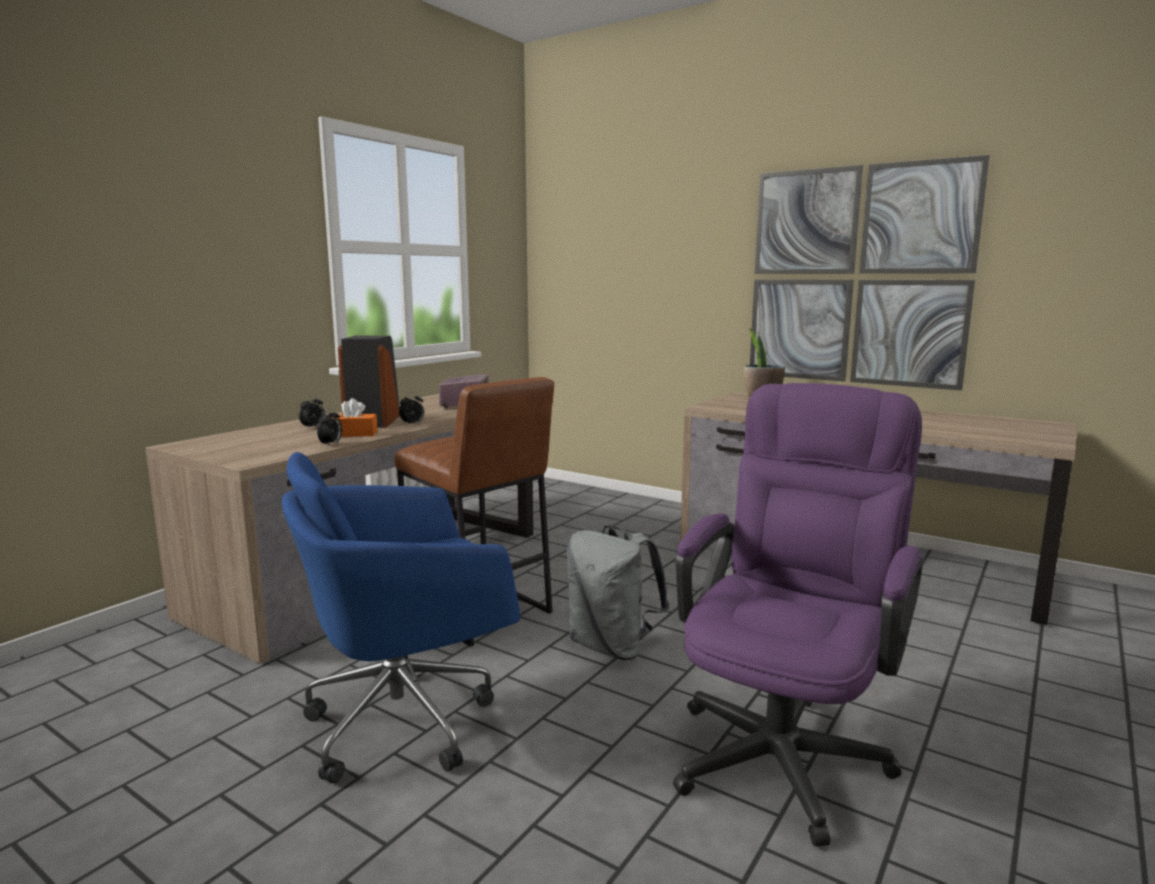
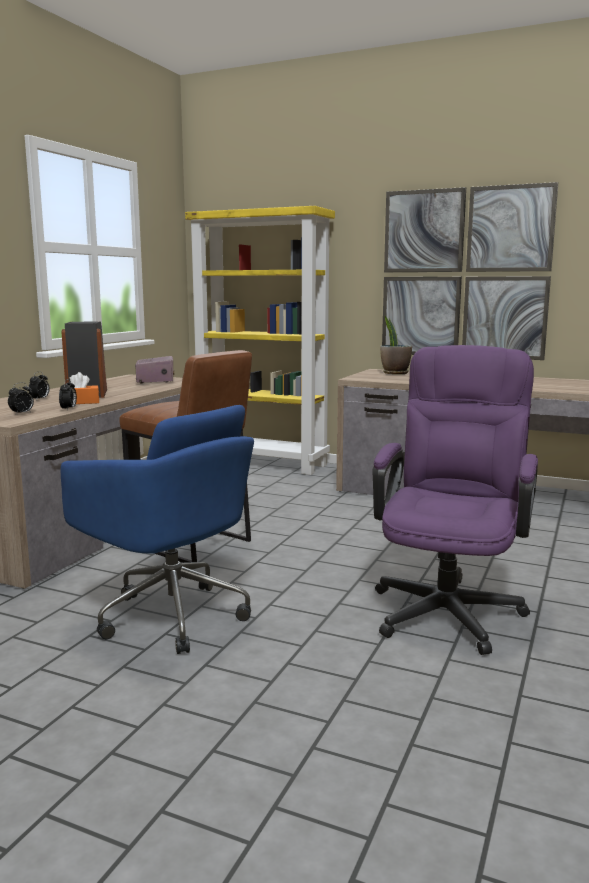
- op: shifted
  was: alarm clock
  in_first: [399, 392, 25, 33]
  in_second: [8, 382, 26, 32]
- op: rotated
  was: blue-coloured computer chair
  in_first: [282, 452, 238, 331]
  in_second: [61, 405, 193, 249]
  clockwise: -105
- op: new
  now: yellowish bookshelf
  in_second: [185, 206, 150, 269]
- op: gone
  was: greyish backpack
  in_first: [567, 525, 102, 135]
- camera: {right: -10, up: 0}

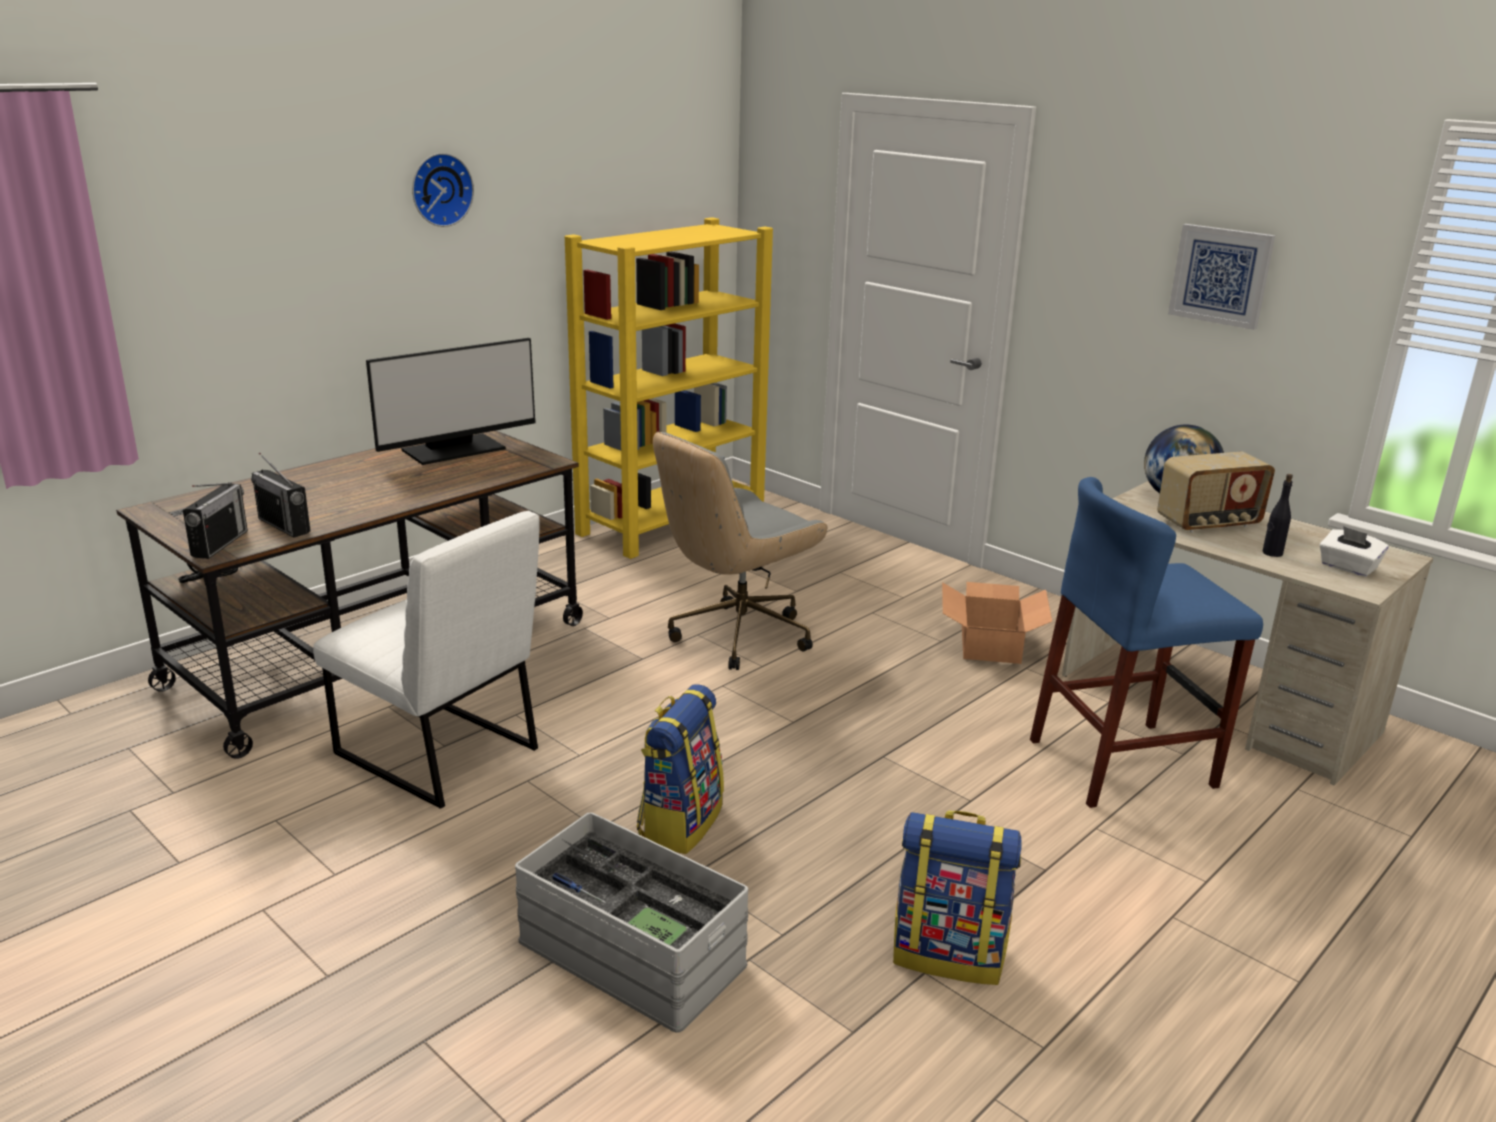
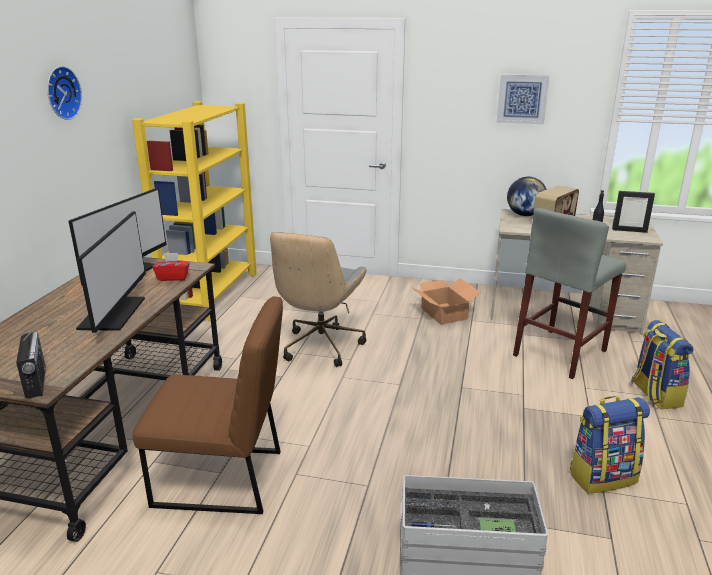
- op: new
  now: computer display
  in_second: [76, 211, 70, 122]
- op: repainted
  was: whitish chair
  now: brown chair
  in_first: [313, 511, 227, 298]
  in_second: [133, 296, 150, 218]
- op: new
  now: red-coloured box of tissues
  in_second: [152, 253, 38, 28]
- op: repainted
  was: blue-coloured stool
  now: greyish stool
  in_first: [1030, 477, 233, 331]
  in_second: [513, 208, 113, 171]
- op: swapped
  was: whitish box of tissues
  now: standing frame
  in_first: [1320, 526, 69, 51]
  in_second: [612, 191, 43, 42]
- op: shifted
  was: backpack
  in_first: [637, 684, 87, 170]
  in_second: [631, 320, 63, 89]
- op: gone
  was: radio set
  in_first: [251, 453, 60, 85]
- camera: {right: -30, up: 0}

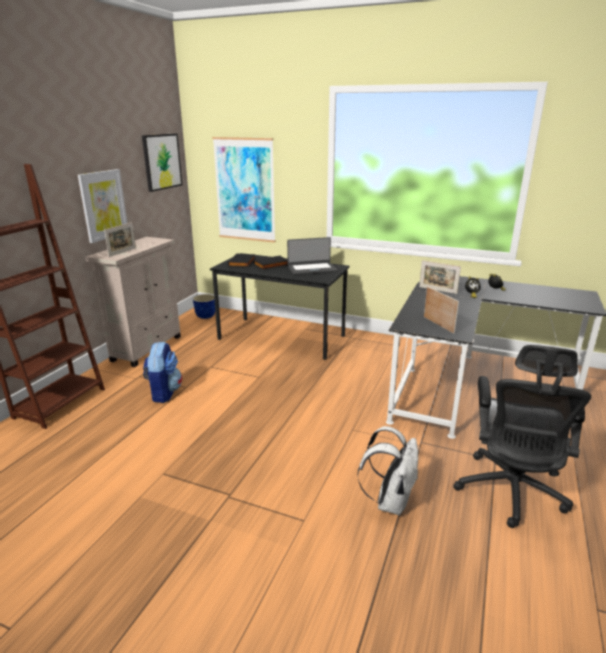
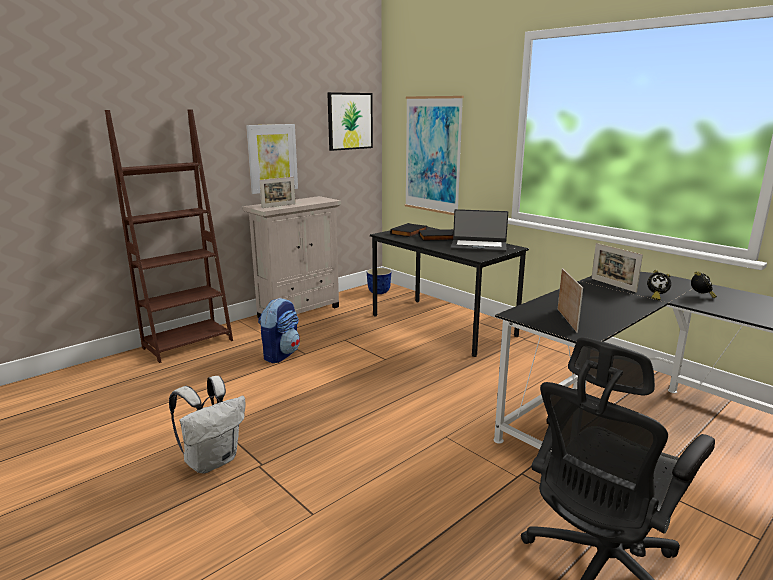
- op: shifted
  was: whitish backpack
  in_first: [357, 426, 61, 89]
  in_second: [169, 376, 76, 97]
- camera: {right: 25, up: -5}

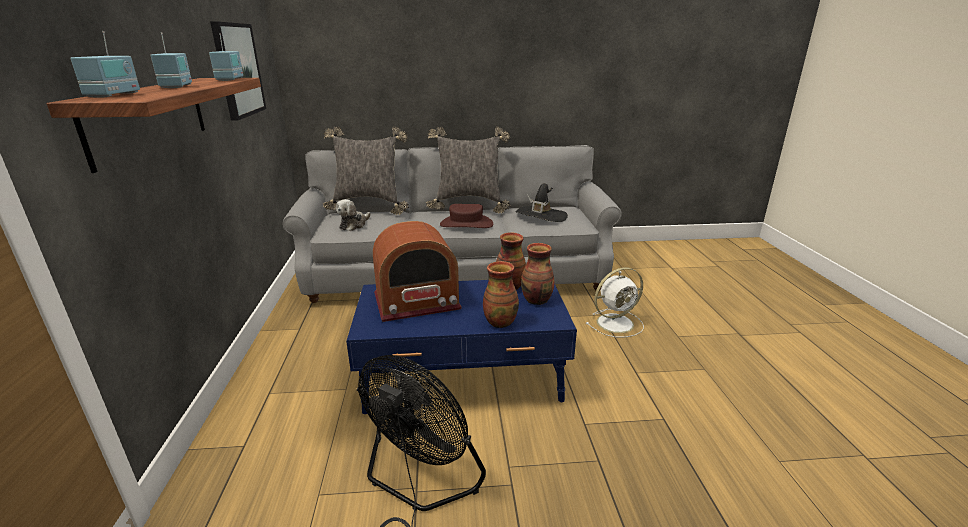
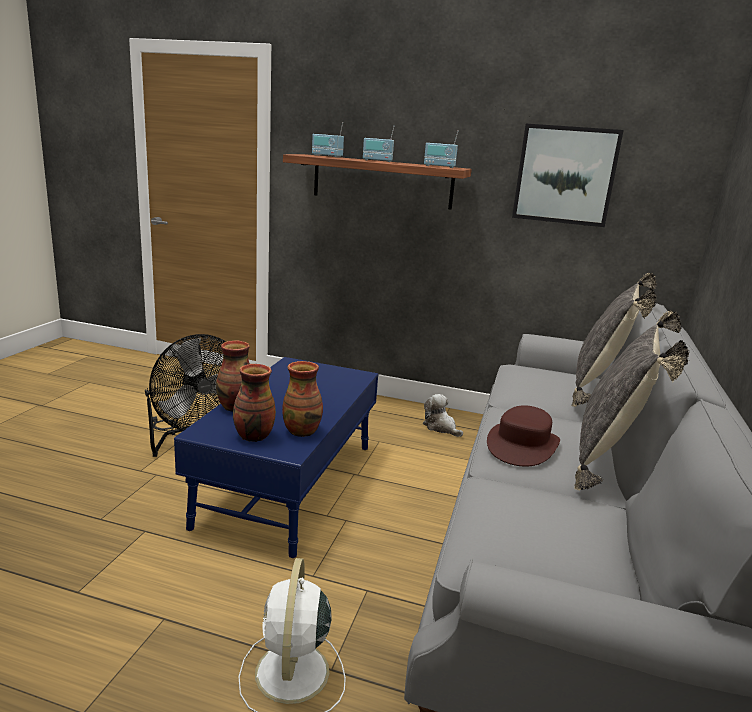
- op: shifted
  was: soft toy
  in_first: [336, 199, 35, 32]
  in_second: [423, 394, 40, 43]
- op: gone
  was: radio set
  in_first: [373, 221, 89, 101]
- op: gone
  was: black wearable hat
  in_first: [516, 183, 52, 39]
- camera: {right: 110, up: -5}

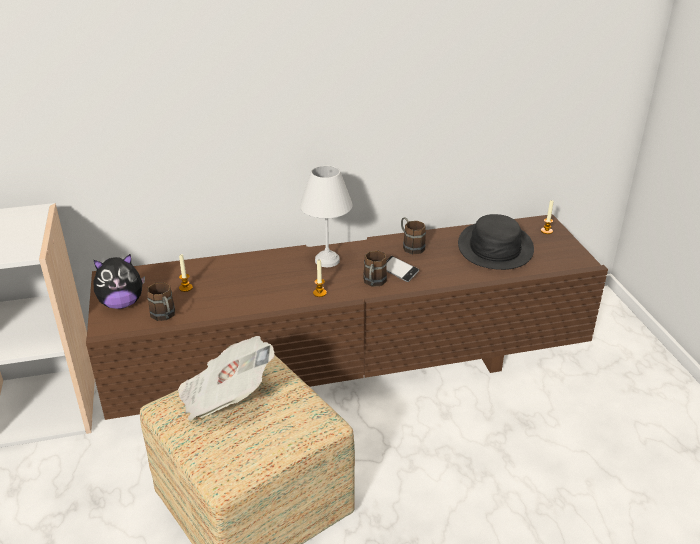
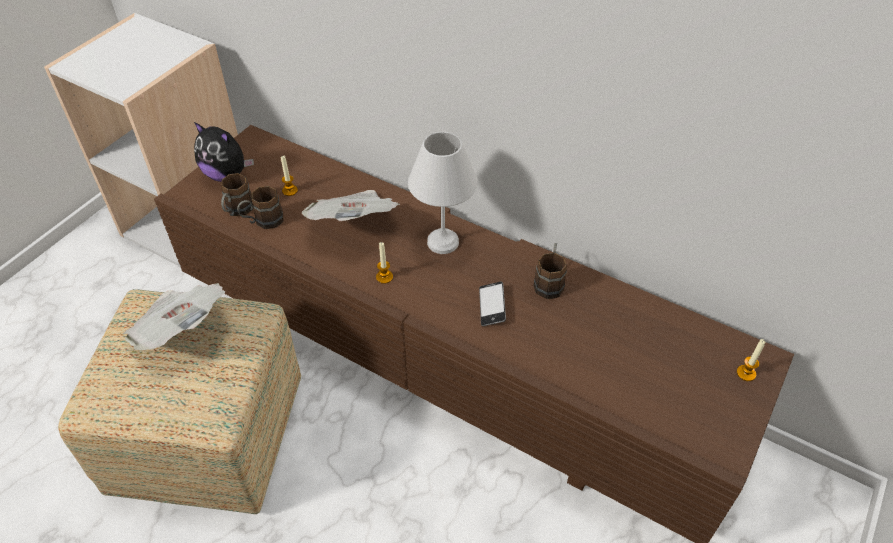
- op: shifted
  was: brown mug
  in_first: [363, 251, 24, 36]
  in_second: [237, 186, 47, 43]
- op: new
  now: daily paper
  in_second: [301, 190, 98, 31]
- op: gone
  was: black wearable hat
  in_first: [458, 214, 76, 56]
- camera: {right: 45, up: 15}

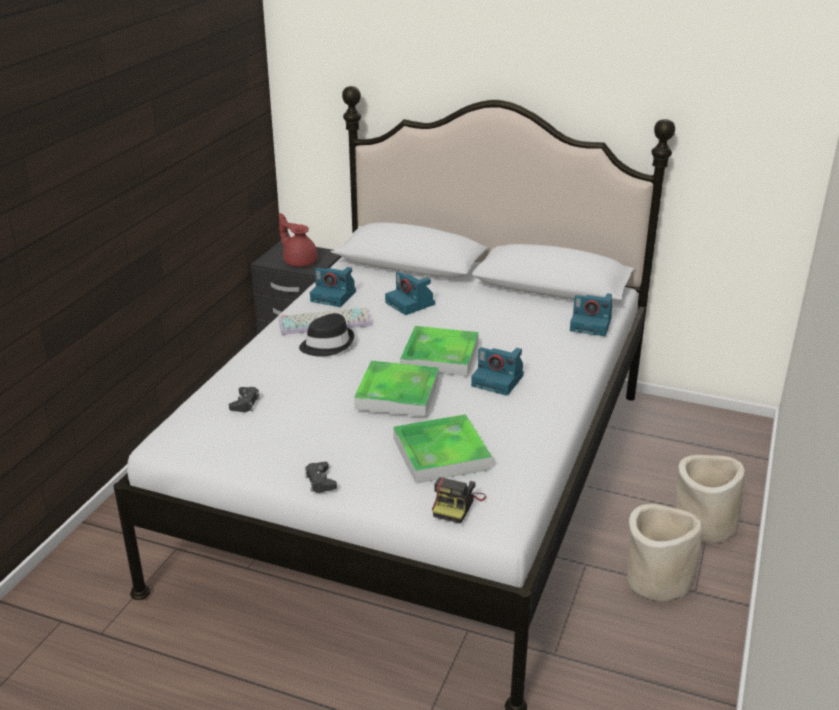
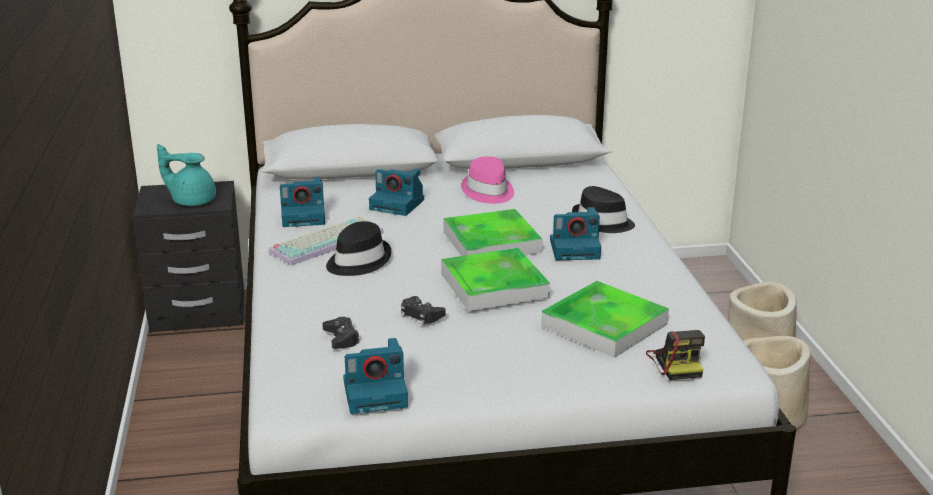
- op: repainted
  was: red-coloured teapot
  now: turquoise teapot
  in_first: [279, 213, 39, 54]
  in_second: [157, 144, 59, 62]
- op: shifted
  was: photo camera
  in_first: [570, 293, 42, 43]
  in_second: [343, 338, 65, 76]
- op: shifted
  was: black gamepad
  in_first: [305, 462, 32, 31]
  in_second: [401, 296, 45, 29]
- op: new
  now: pink-coloured wearable hat
  in_second: [461, 156, 53, 48]
- op: new
  now: black wearable hat
  in_second: [572, 186, 63, 47]
- camera: {right: -30, up: -5}

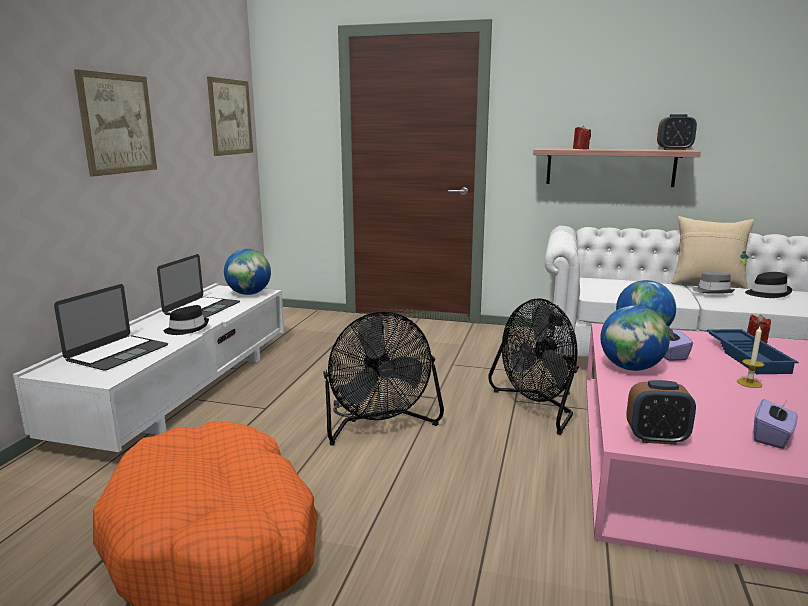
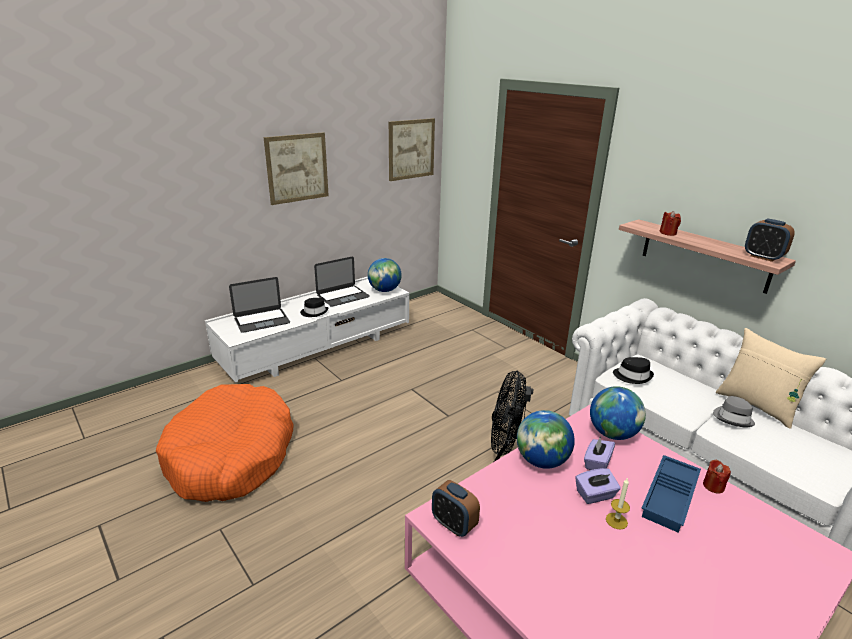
- op: shifted
  was: purple-coloured box of tissues
  in_first: [753, 398, 45, 51]
  in_second: [576, 468, 45, 36]
- op: shifted
  was: black wearable hat
  in_first: [745, 272, 47, 26]
  in_second: [613, 357, 41, 27]
- op: gone
  was: black cooling fan
  in_first: [324, 312, 120, 134]
- camera: {right: 35, up: 10}

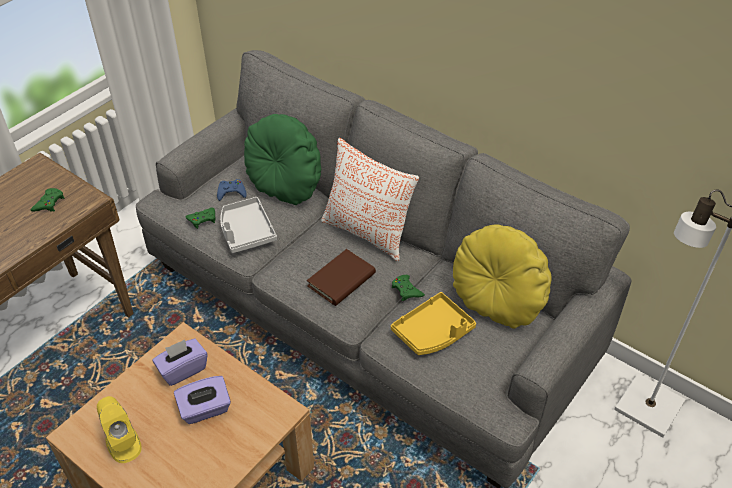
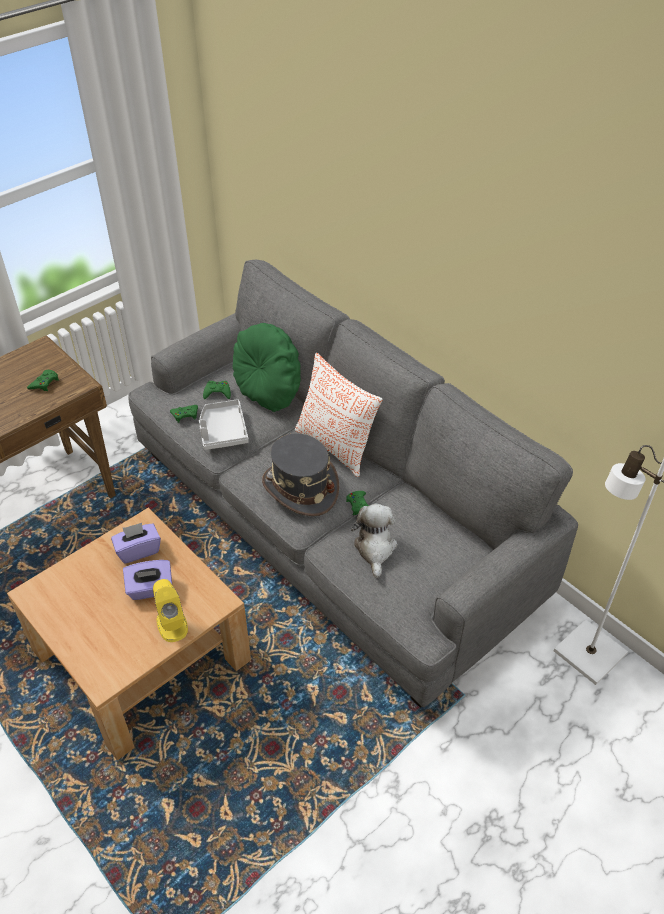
- op: shifted
  was: yellowish audio speaker
  in_first: [97, 396, 45, 67]
  in_second: [153, 579, 35, 63]
- op: repainted
  was: blue-coloured gamepad
  now: green-coloured gamepad
  in_first: [217, 179, 29, 22]
  in_second: [203, 381, 28, 18]
- op: swapped
  was: brown book
  now: greyish wearable hat
  in_first: [307, 249, 69, 57]
  in_second: [262, 433, 77, 83]
- op: swapped
  was: yellowish carrying tray
  now: soft toy
  in_first: [391, 292, 85, 63]
  in_second: [351, 503, 47, 75]
- op: gone
  was: yellowish pillow
  in_first: [453, 224, 99, 105]
- camera: {right: 10, up: 0}

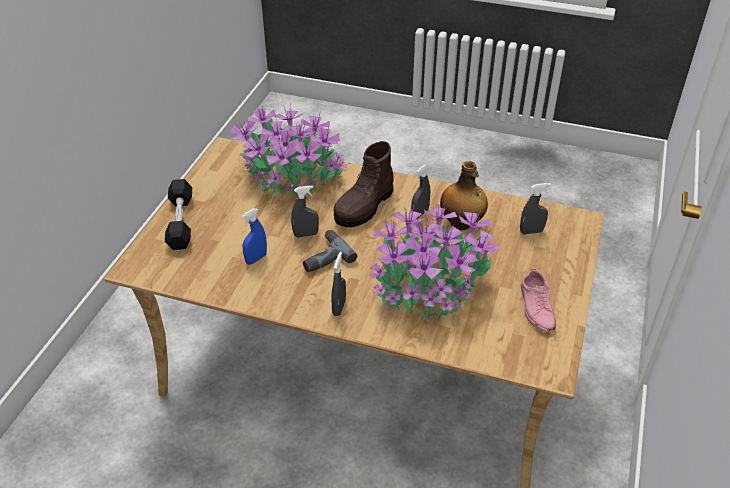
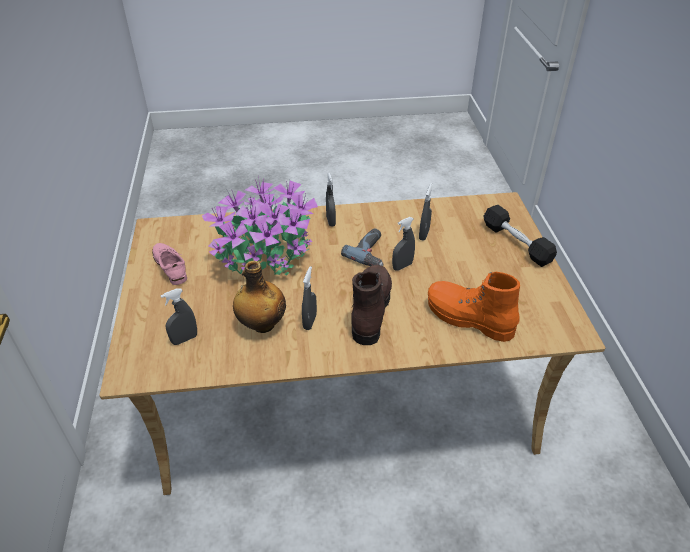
- op: repainted
  was: blue-coloured spray bottle
  now: greyish spray bottle
  in_first: [241, 208, 26, 56]
  in_second: [419, 183, 13, 58]
- op: swapped
  was: houseplant
  now: orange high-top boot
  in_first: [230, 106, 117, 90]
  in_second: [428, 272, 92, 70]
- camera: {right: 155, up: 0}

